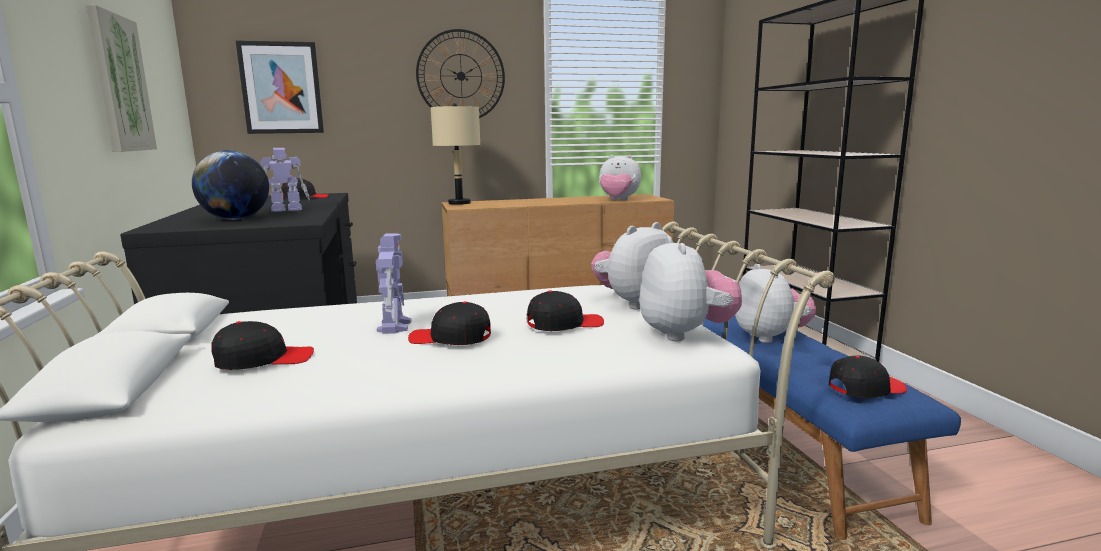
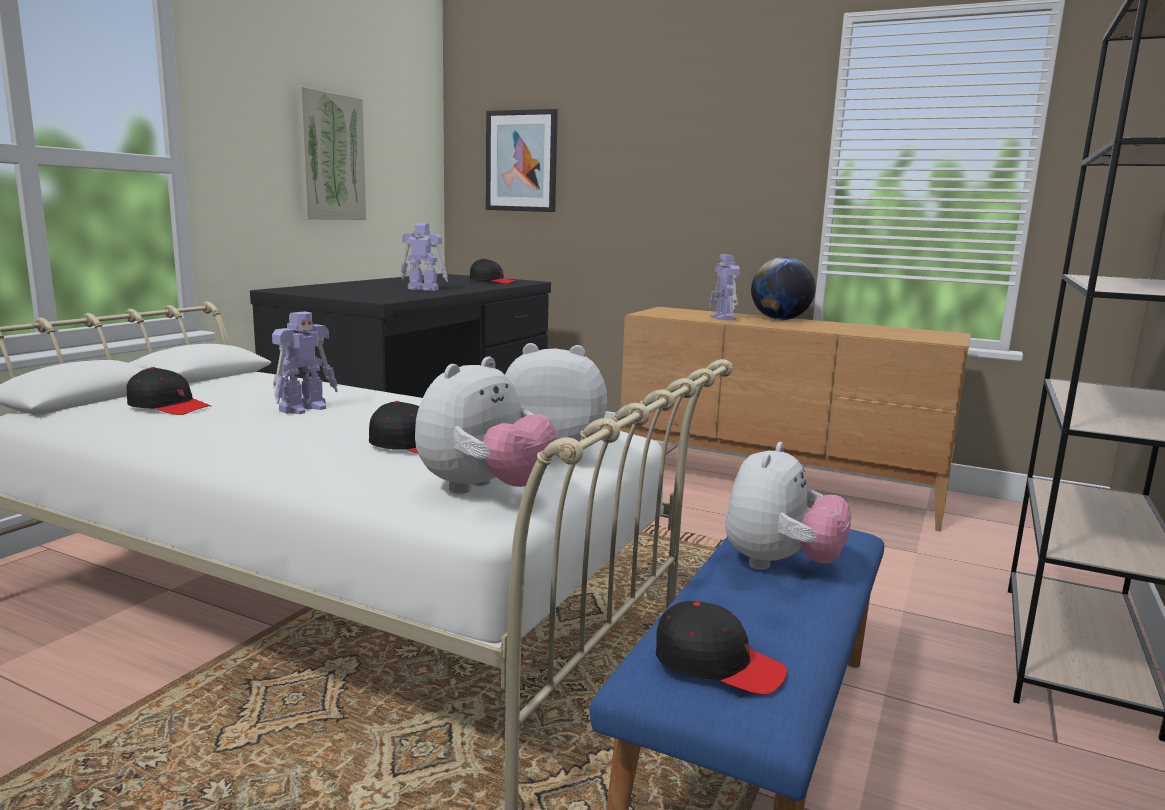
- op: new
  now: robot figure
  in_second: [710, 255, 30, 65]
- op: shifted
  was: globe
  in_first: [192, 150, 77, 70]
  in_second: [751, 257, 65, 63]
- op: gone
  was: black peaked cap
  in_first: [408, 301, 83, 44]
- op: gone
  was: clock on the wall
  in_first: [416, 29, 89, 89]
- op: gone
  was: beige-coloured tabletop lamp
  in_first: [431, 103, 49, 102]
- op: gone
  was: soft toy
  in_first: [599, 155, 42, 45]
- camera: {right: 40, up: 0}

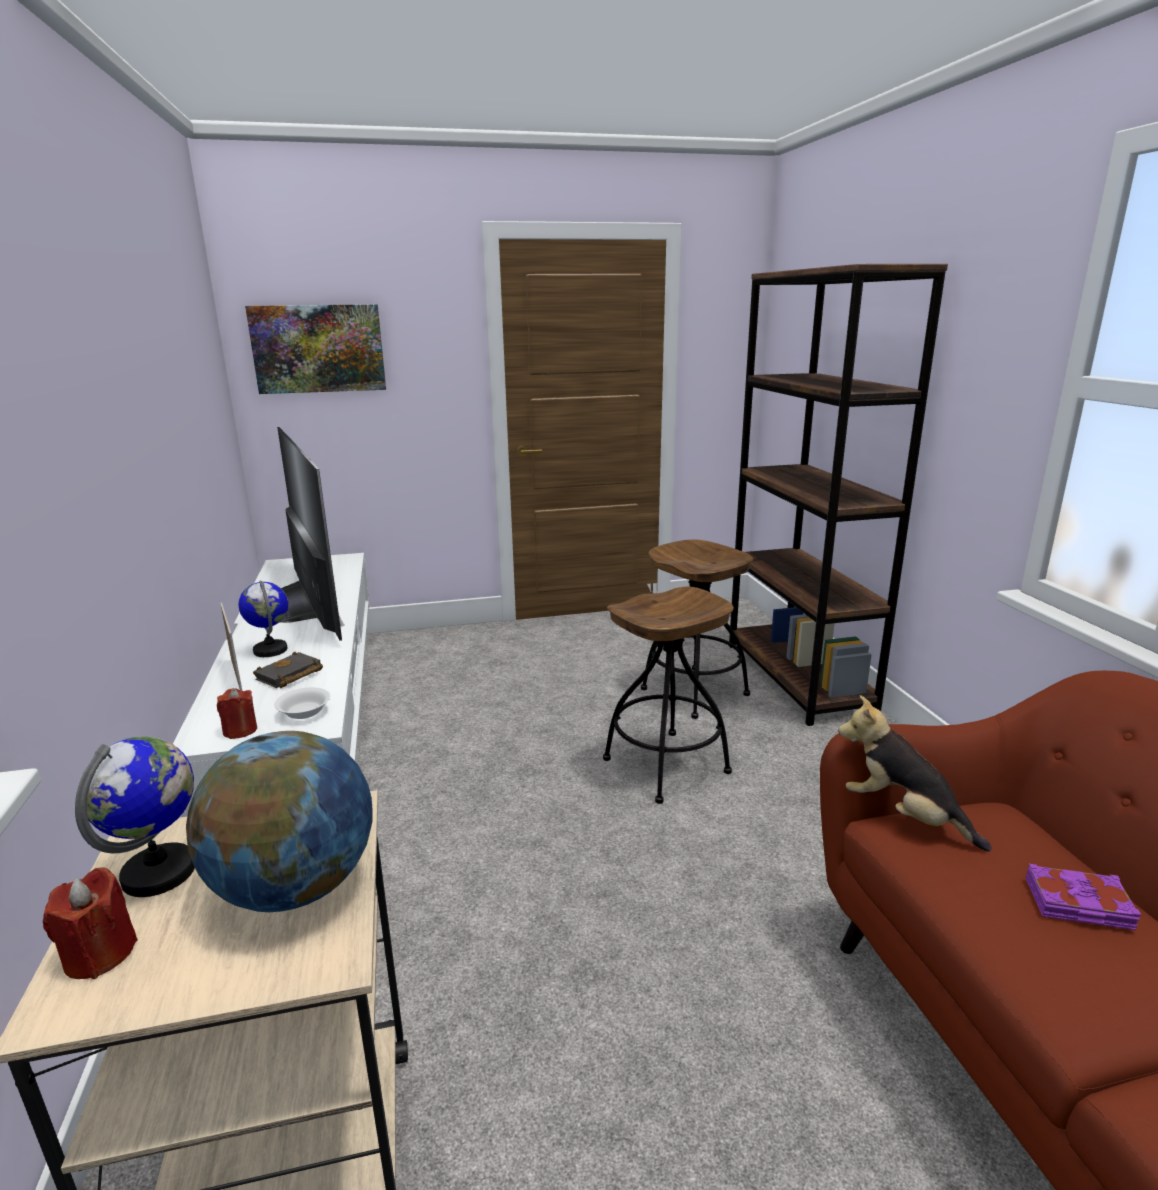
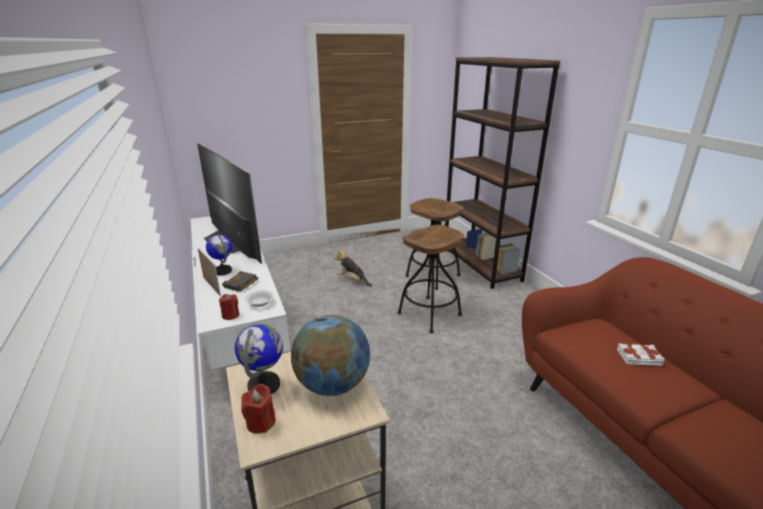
- op: shifted
  was: soft toy
  in_first: [838, 695, 153, 156]
  in_second: [334, 248, 38, 39]
- op: repainted
  was: purple-coloured book
  now: whitish book
  in_first: [1026, 864, 115, 66]
  in_second: [617, 343, 48, 23]
- op: gone
  was: picture
  in_first: [245, 304, 141, 90]
- camera: {right: -10, up: 5}

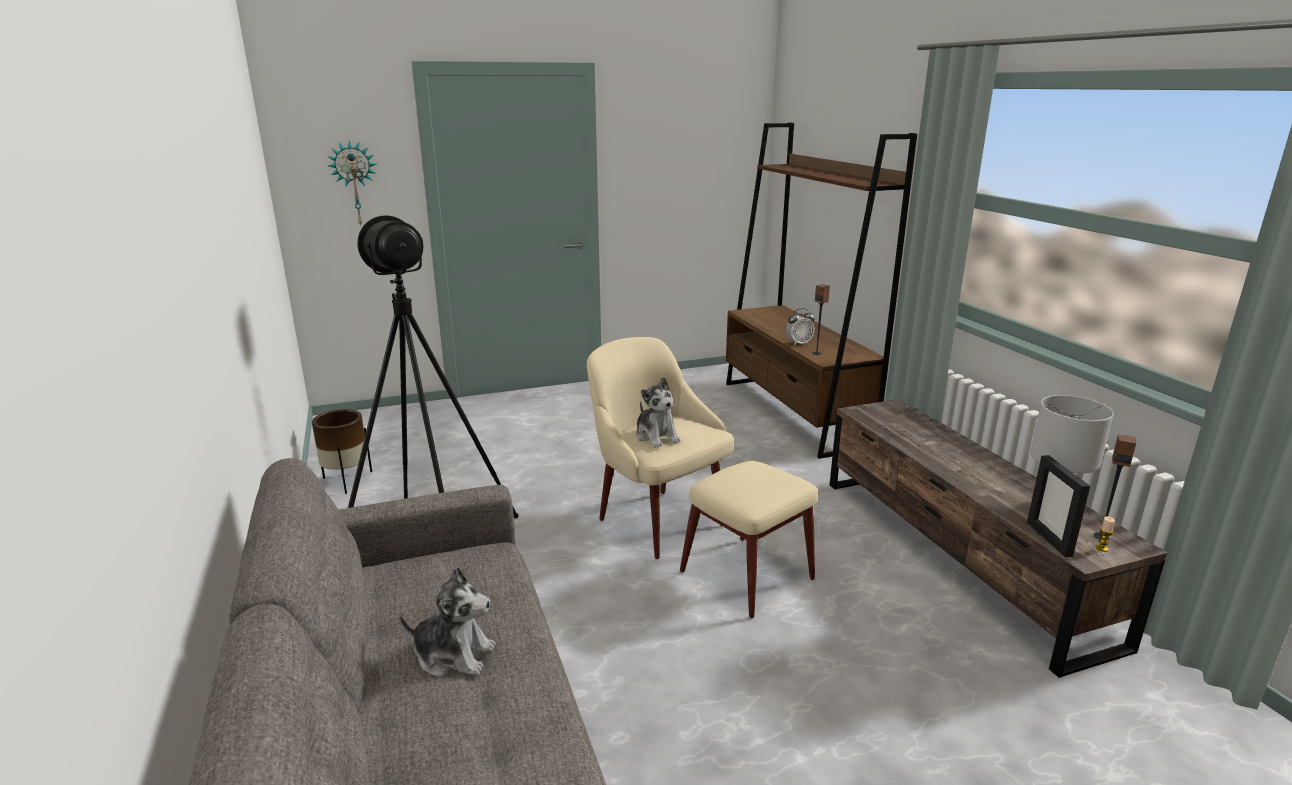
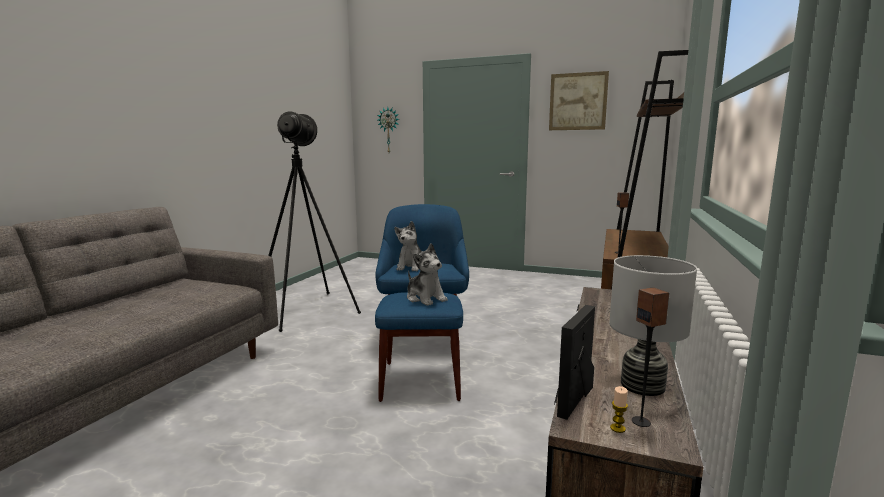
- op: repainted
  was: beige-coloured easy chair
  now: blue-coloured easy chair
  in_first: [587, 337, 231, 281]
  in_second: [375, 204, 94, 198]
- op: shifted
  was: soft toy
  in_first: [400, 567, 96, 110]
  in_second: [407, 243, 41, 63]
- op: new
  now: picture
  in_second: [549, 71, 60, 59]
- op: gone
  was: brown flower pot
  in_first: [312, 409, 60, 85]
- op: gone
  was: alarm clock
  in_first: [786, 308, 29, 38]
- camera: {right: 40, up: -10}

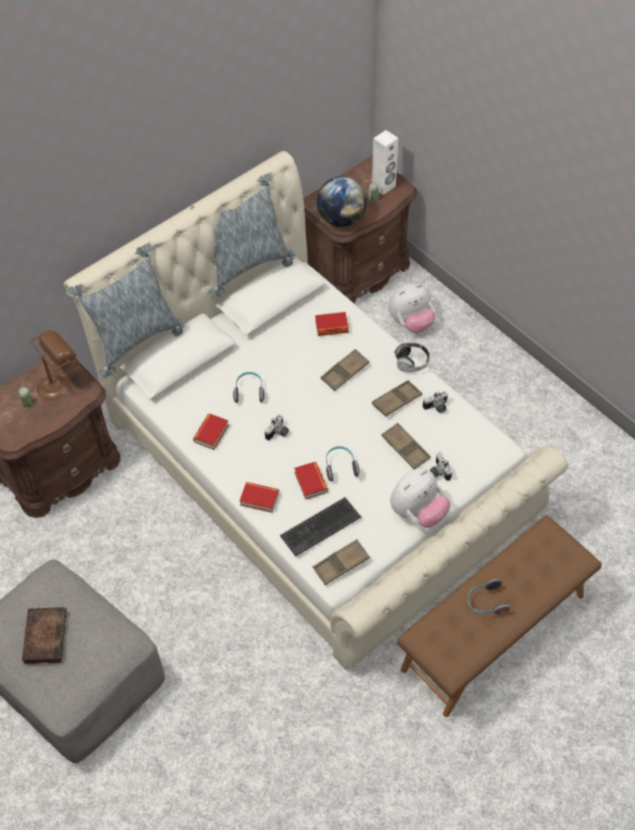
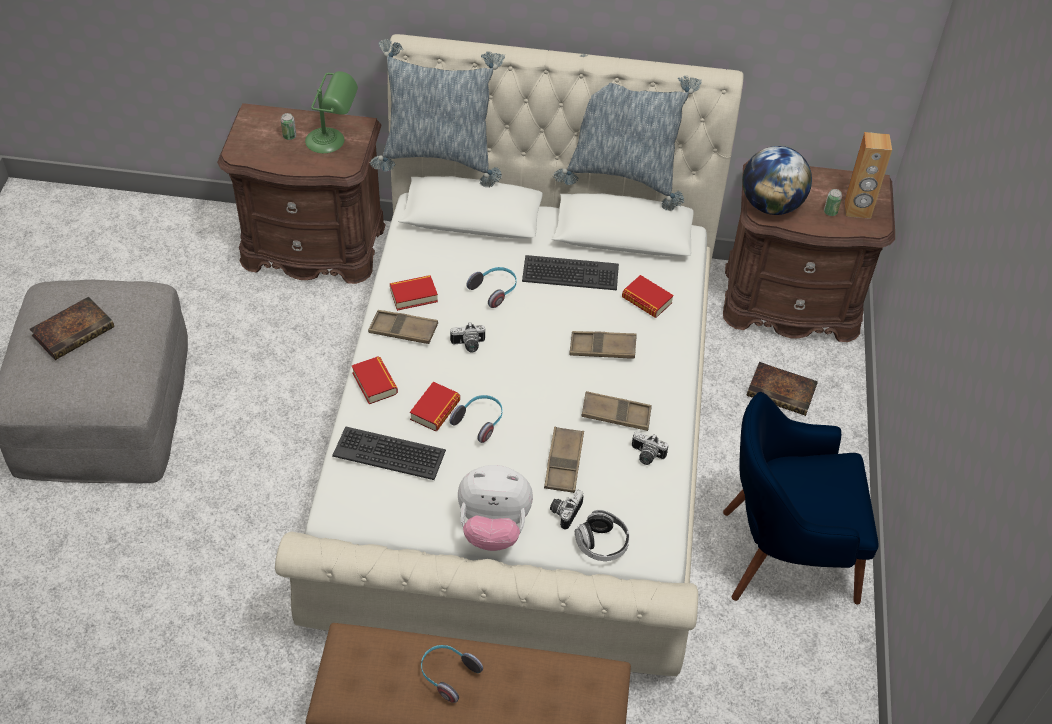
- op: repainted
  was: brown tabletop lamp
  now: green-coloured tabletop lamp
  in_first: [30, 330, 46, 70]
  in_second: [305, 71, 53, 82]
- op: shifted
  was: brown carrying tray
  in_first: [313, 539, 57, 46]
  in_second: [368, 310, 70, 34]
- op: new
  now: PC keyboard
  in_second: [522, 255, 97, 35]
- op: shifted
  was: pair of headphones
  in_first: [394, 342, 36, 30]
  in_second: [575, 510, 55, 51]
- op: new
  now: blue-coloured easy chair
  in_second: [723, 392, 156, 213]
- op: swapped
  was: soft toy
  now: book
  in_first: [388, 283, 47, 50]
  in_second: [746, 362, 72, 54]
- op: repainted
  was: whitish audio speaker
  now: brown audio speaker
  in_first: [372, 130, 26, 65]
  in_second: [845, 132, 47, 87]
- camera: {right: 45, up: -5}

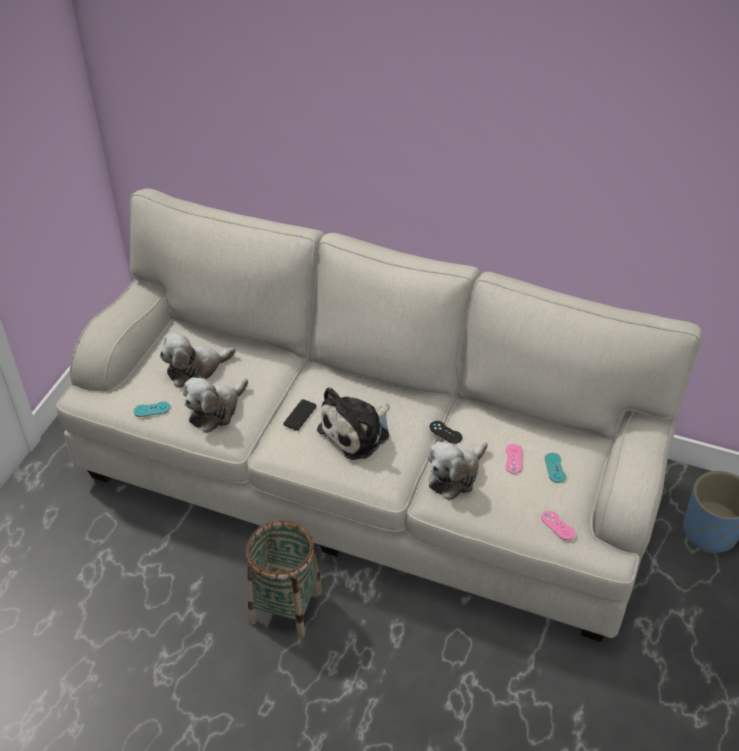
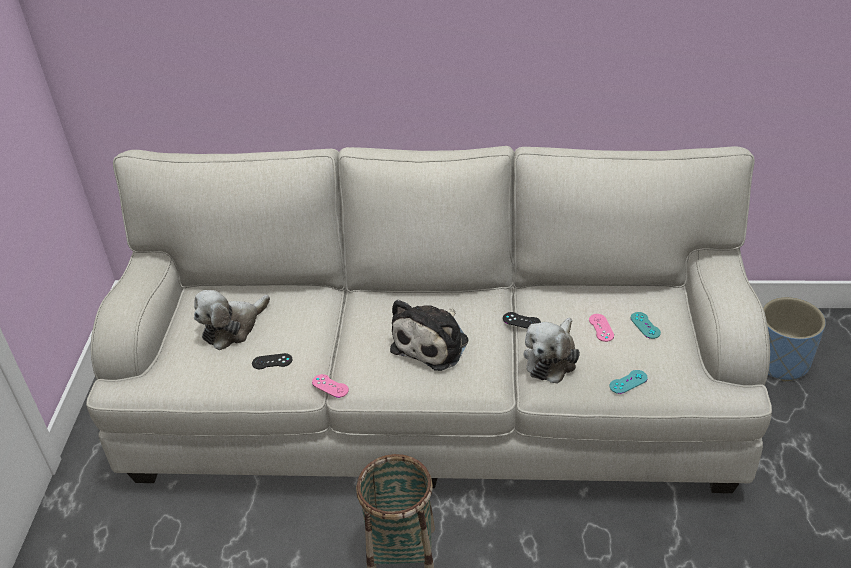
- op: swapped
  was: soft toy
  now: black gamepad
  in_first: [183, 377, 65, 56]
  in_second: [252, 353, 40, 16]
- op: shifted
  was: pink-coloured gamepad
  in_first: [541, 511, 34, 29]
  in_second: [312, 374, 37, 24]
- op: shifted
  was: turquoise gamepad
  in_first: [134, 401, 36, 16]
  in_second: [610, 370, 38, 24]
- op: gone
  was: telephone
  in_first: [283, 399, 34, 32]
- camera: {right: -15, up: -5}

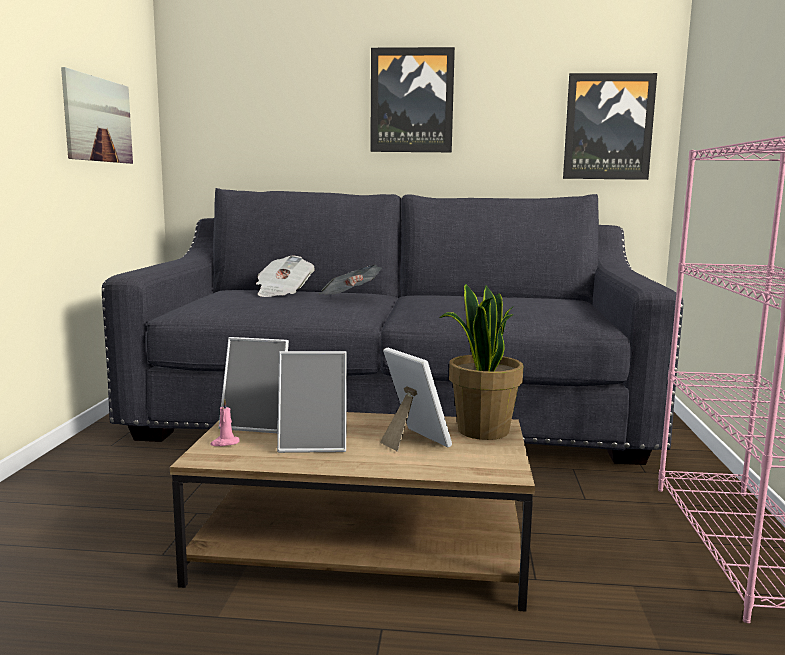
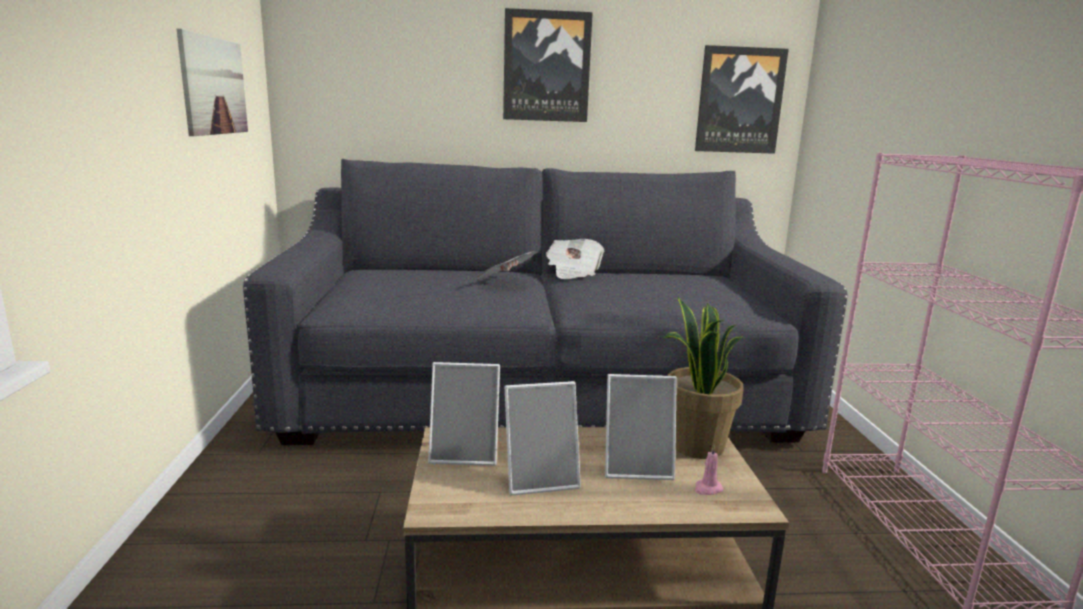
- op: shifted
  was: daily paper
  in_first: [256, 256, 59, 41]
  in_second: [546, 239, 59, 40]
- op: rotated
  was: standing frame
  in_first: [380, 348, 72, 104]
  in_second: [605, 374, 72, 106]
  clockwise: 135
- op: shifted
  was: pink-coloured wax candle
  in_first: [210, 398, 30, 48]
  in_second: [695, 445, 28, 50]
- camera: {right: -10, up: 5}

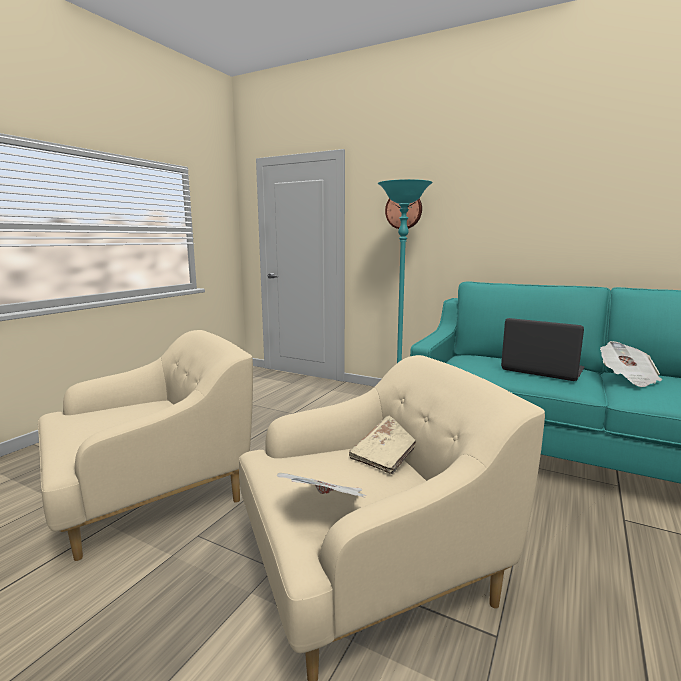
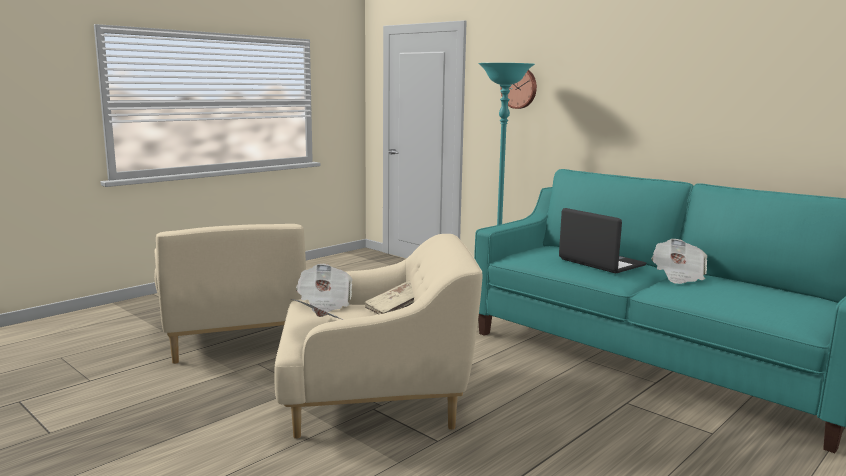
- op: rotated
  was: beige-coloured easy chair
  in_first: [38, 330, 215, 231]
  in_second: [154, 224, 152, 140]
  clockwise: 90
- op: new
  now: daily paper
  in_second: [296, 264, 57, 49]
- camera: {right: 15, up: 0}

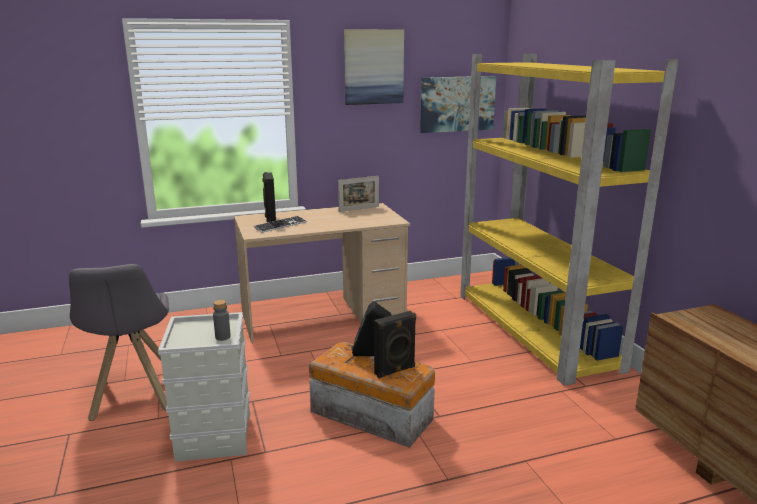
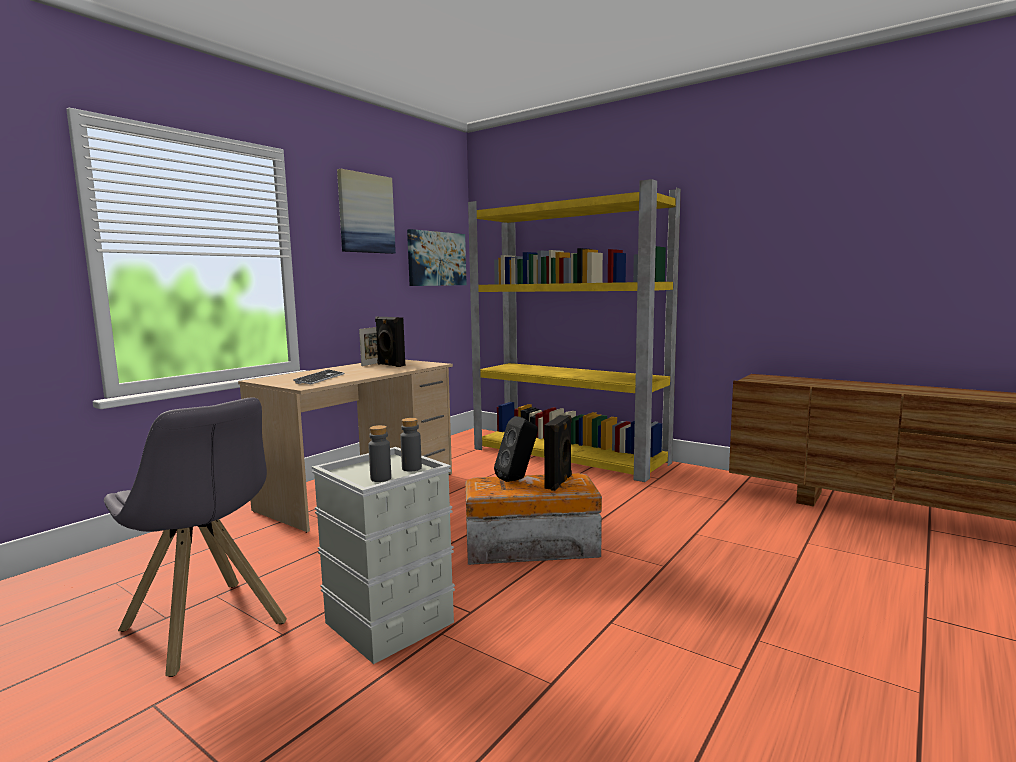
- op: new
  now: greyish beverage bottle
  in_second: [368, 425, 23, 57]
- op: shifted
  was: black audio speaker
  in_first: [262, 172, 14, 50]
  in_second: [375, 317, 30, 50]
- camera: {right: -35, up: -10}

